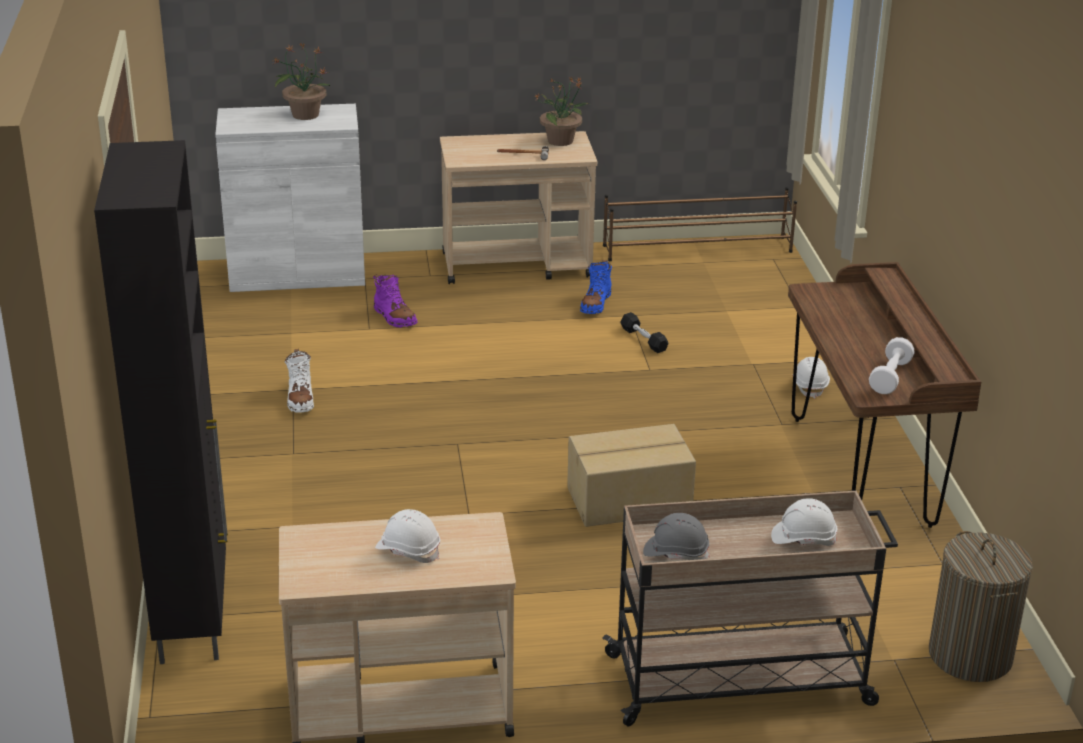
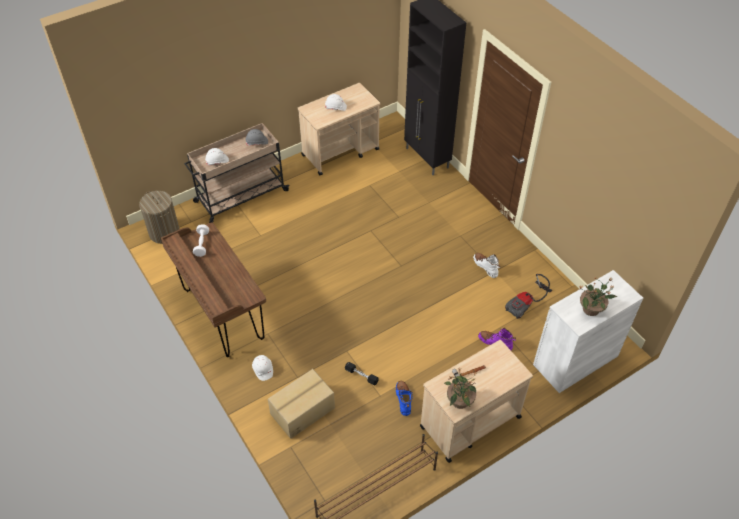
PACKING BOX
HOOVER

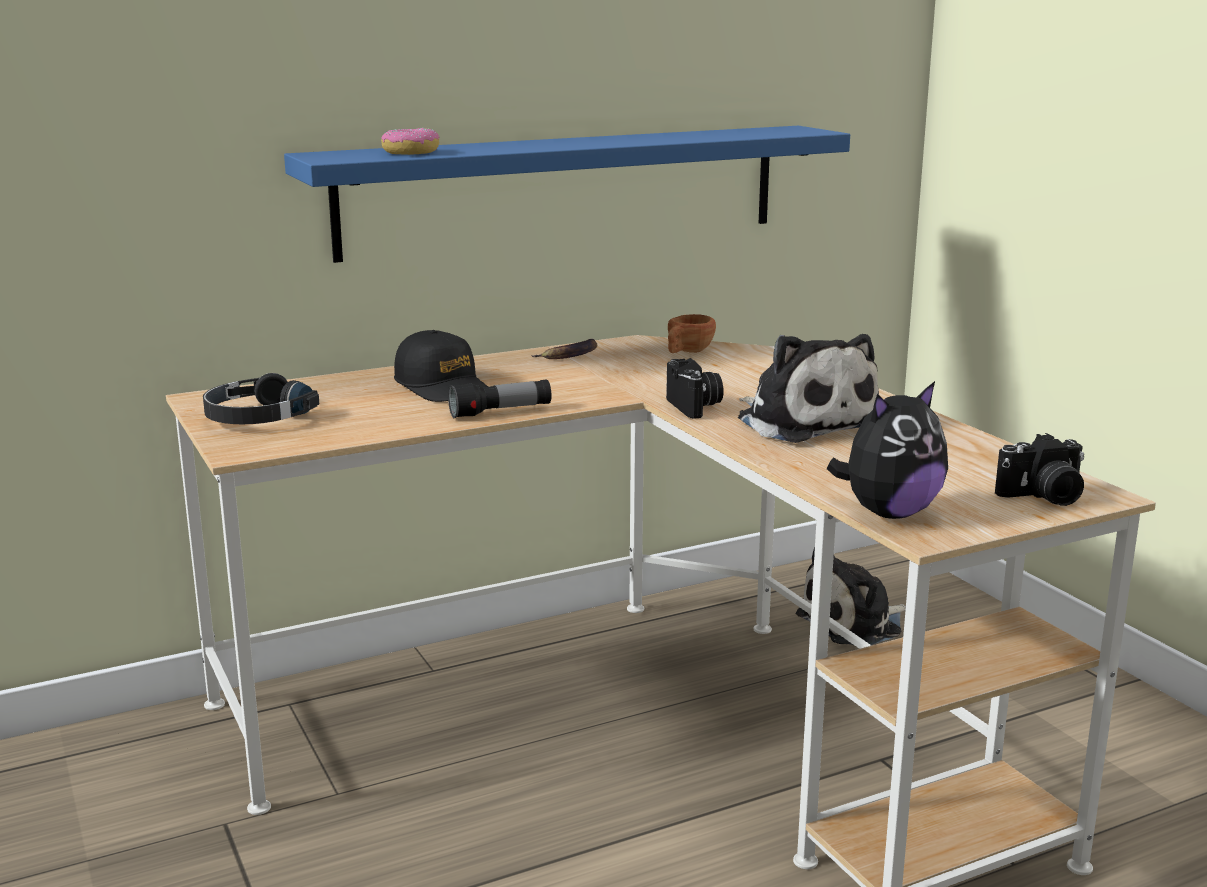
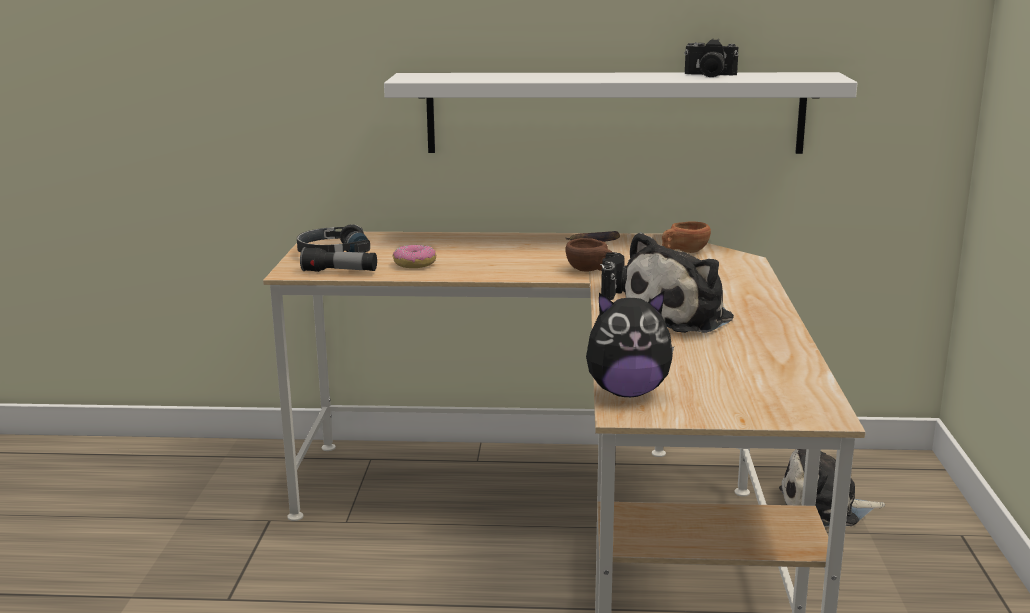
WHITE SHELF
DOUGHNUT
BLACK-COLOURED PEAKED CAP
TORCH
PLUSH TOY (no. 2 from left)
PHOTO CAMERA (no. 2 from left)
BROWNISH SMALL CUP (no. 1 from left)

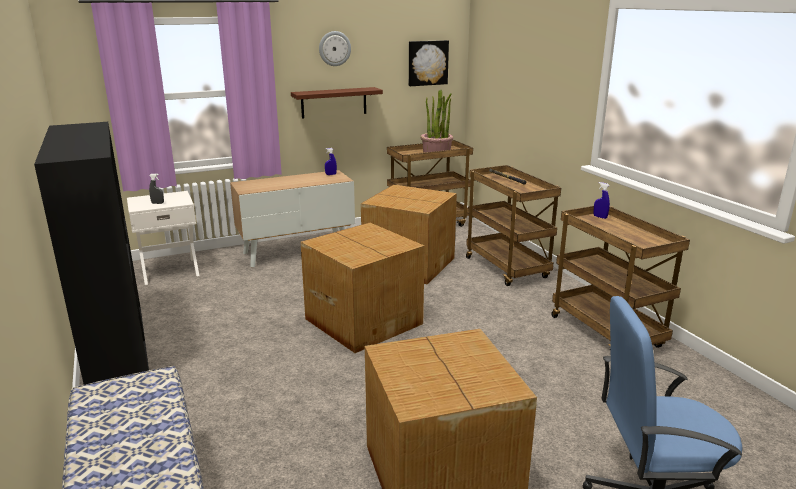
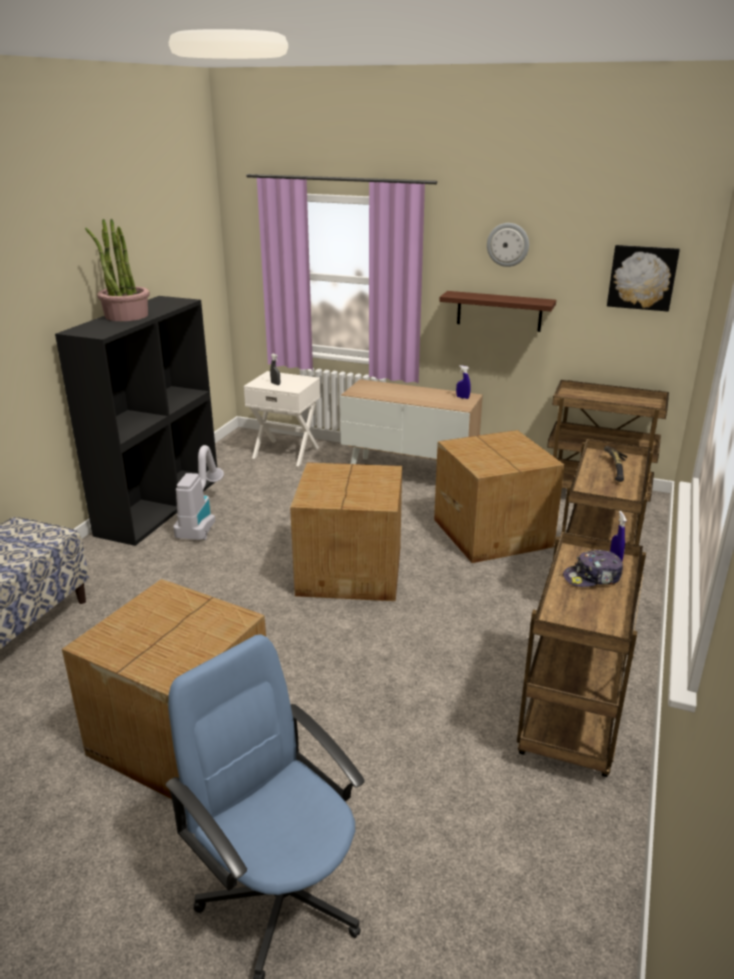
HOUSEPLANT
HOOVER
PEAKED CAP

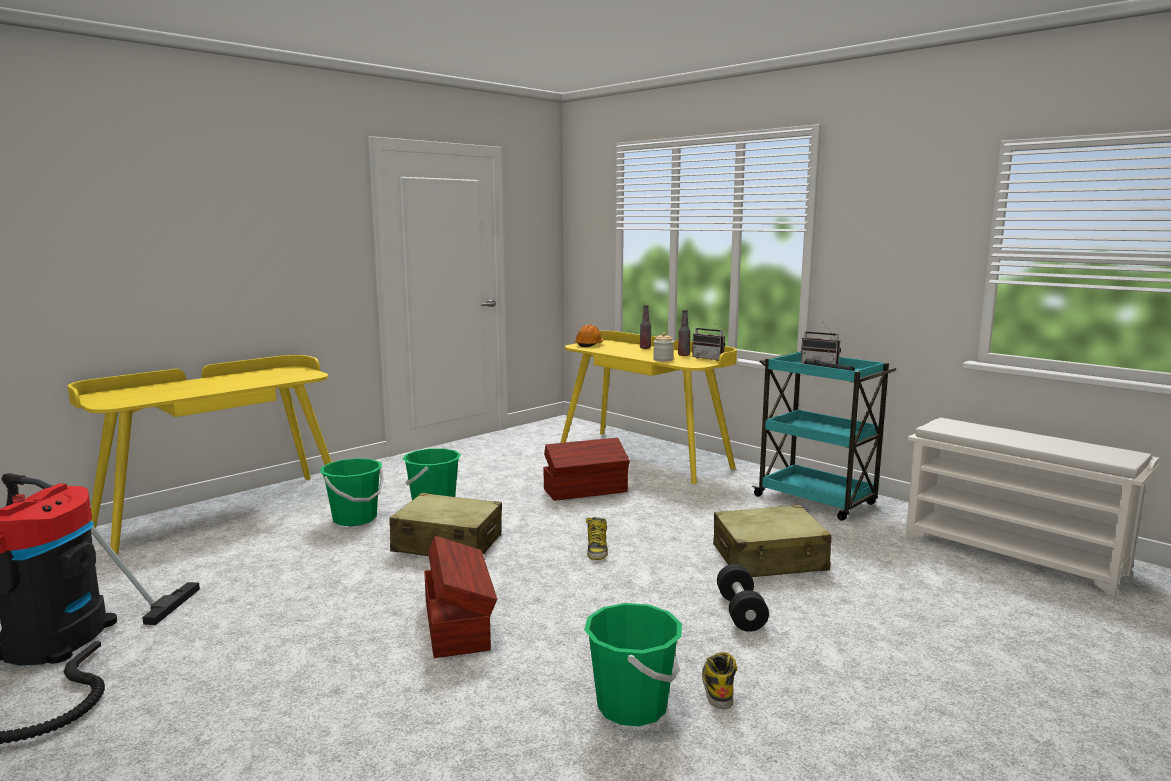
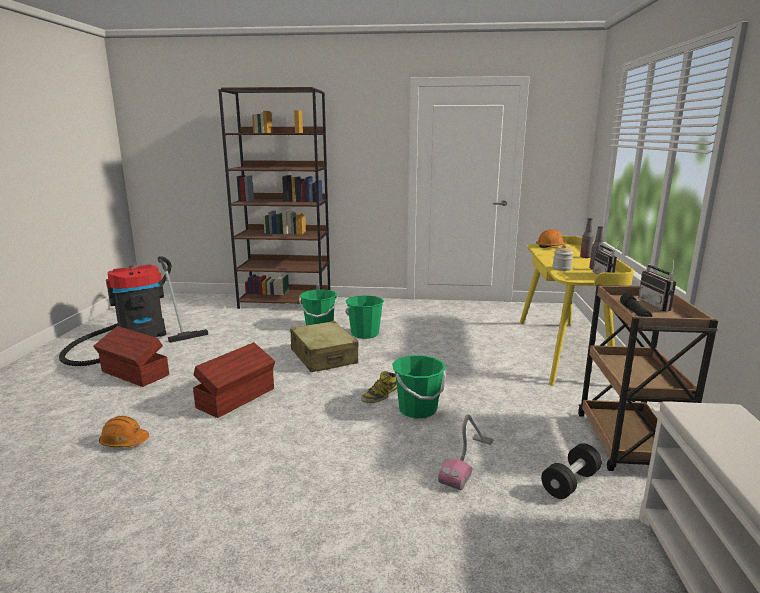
BROWNISH BOOKSHELF
BROWNISH STORAGE BIN (no. 1 from left)
GREENISH BUCKET (no. 3 from left)
TALL BOOT (no. 2 from left in the first image)
HOOVER (no. 2 from left)
BLACK-COLOURED FREE WEIGHT
BROWNISH CART
ORANGE WORK HELMET (no. 1 from left)

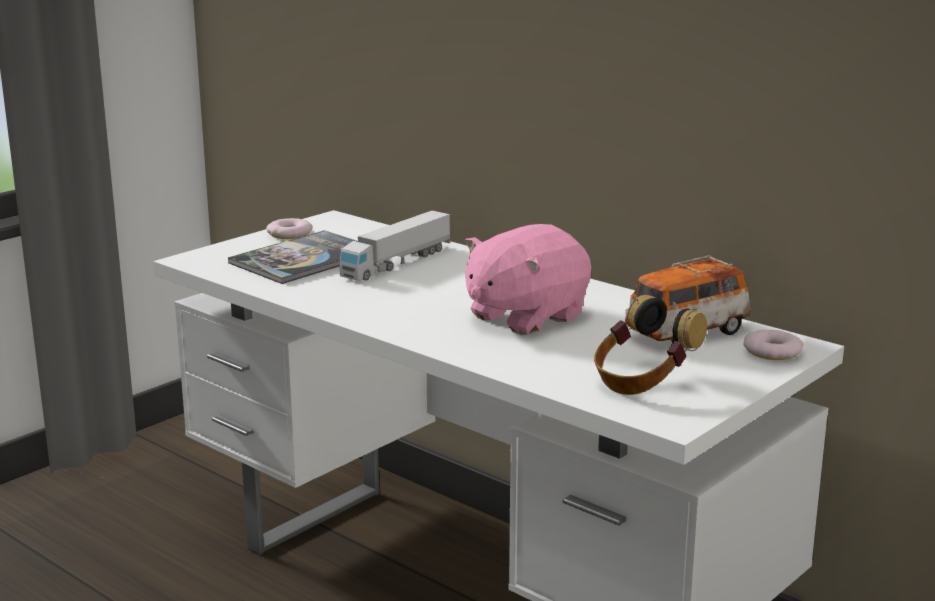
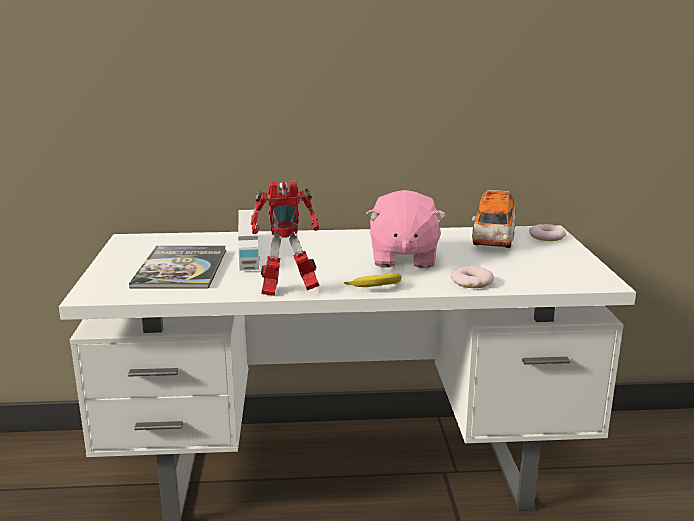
DOUGHNUT (no. 1 from left)
HEADPHONES
MODEL ROBOT
BANANA FRUIT

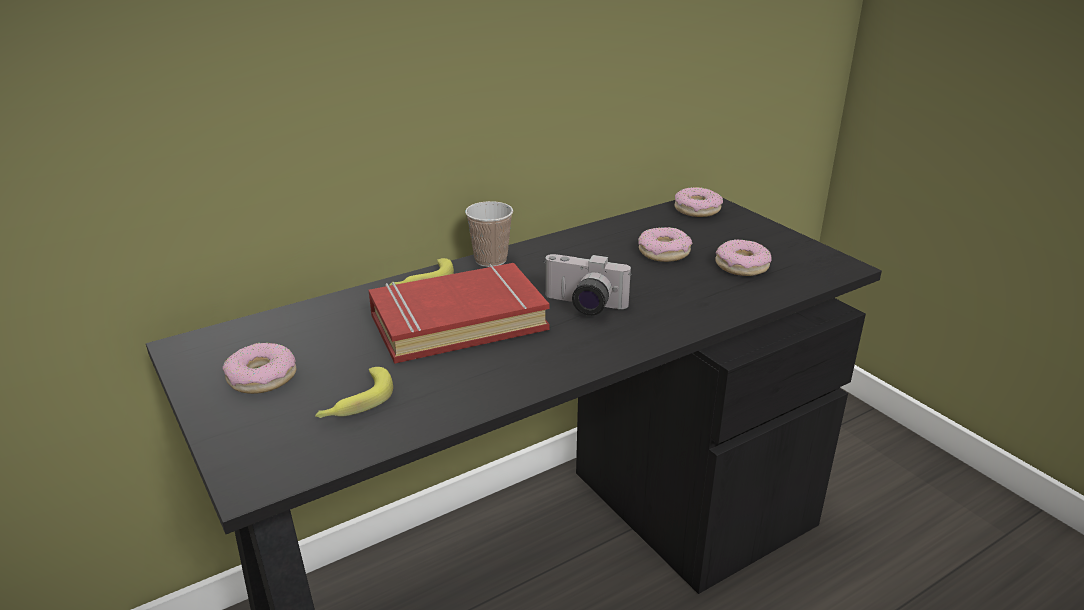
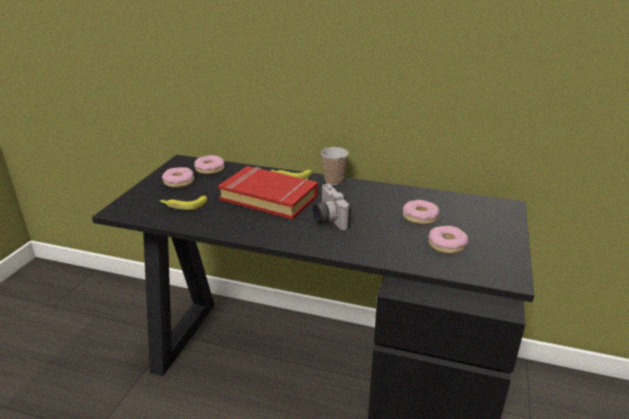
DOUGHNUT (no. 2 from left)

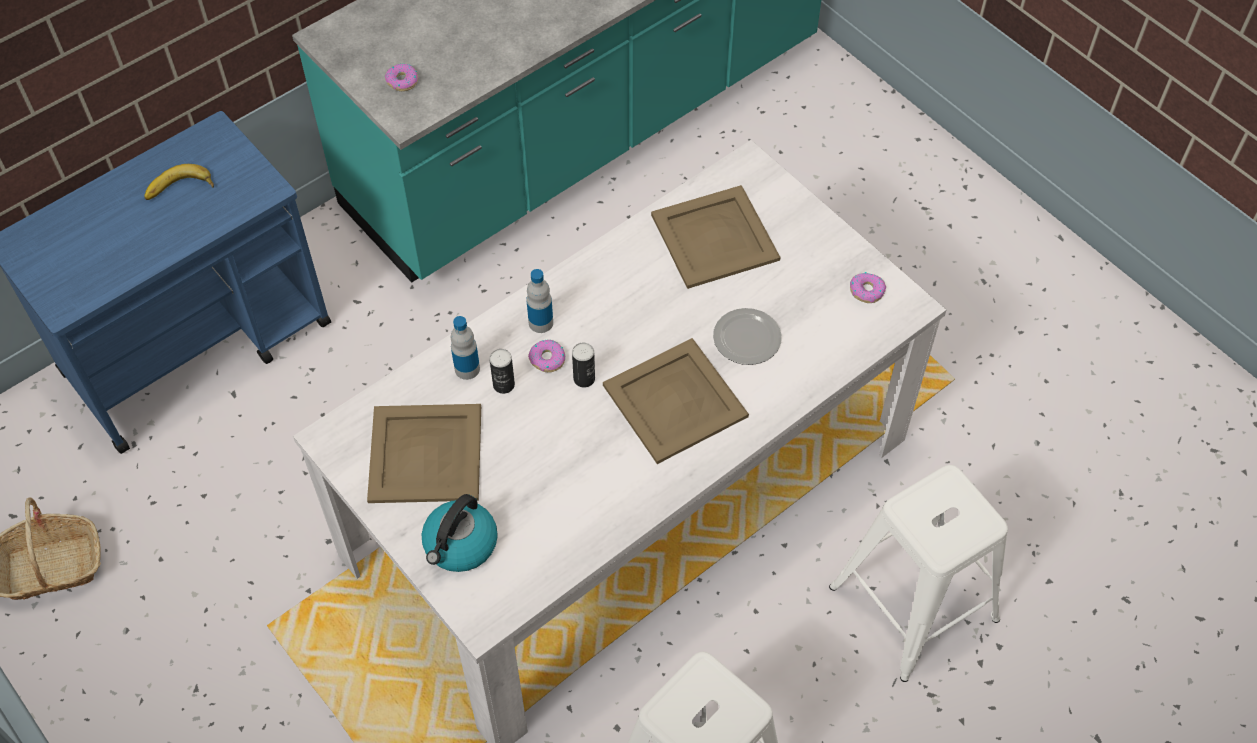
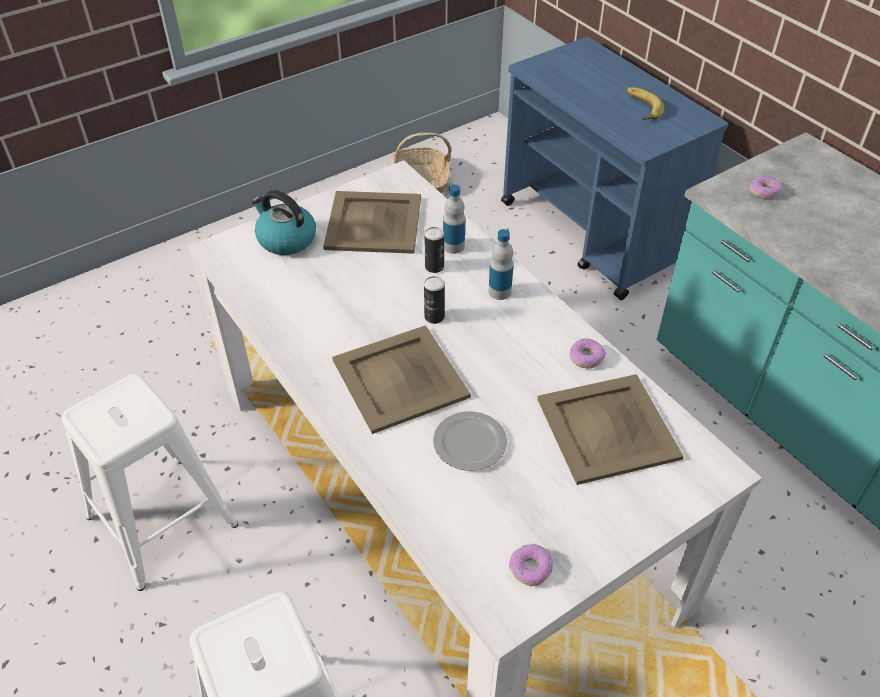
DOUGHNUT (no. 2 from left)

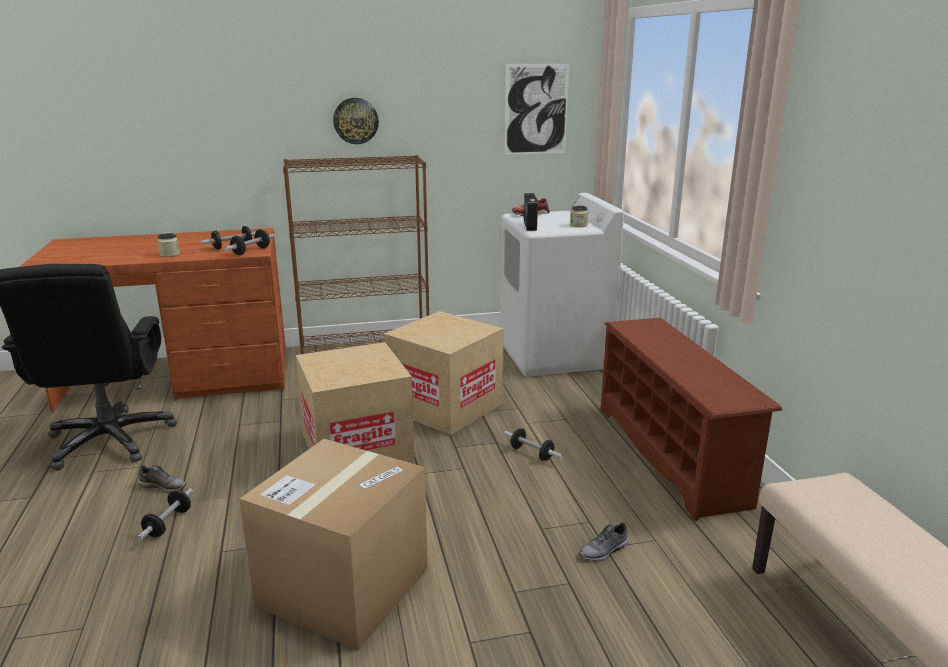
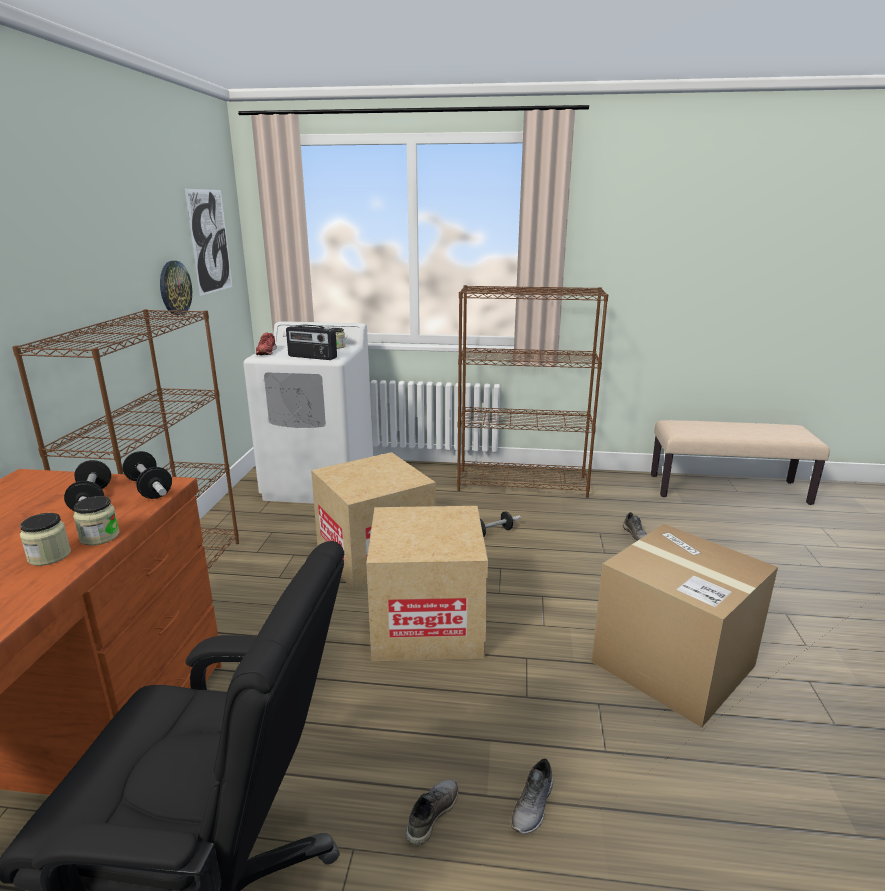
GREY LOW SHOE (no. 2 from left)
HANGING CLOCK
BROWNISH BOOKSHELF (no. 2 from left)
PRESERVE JAR (no. 2 from left)

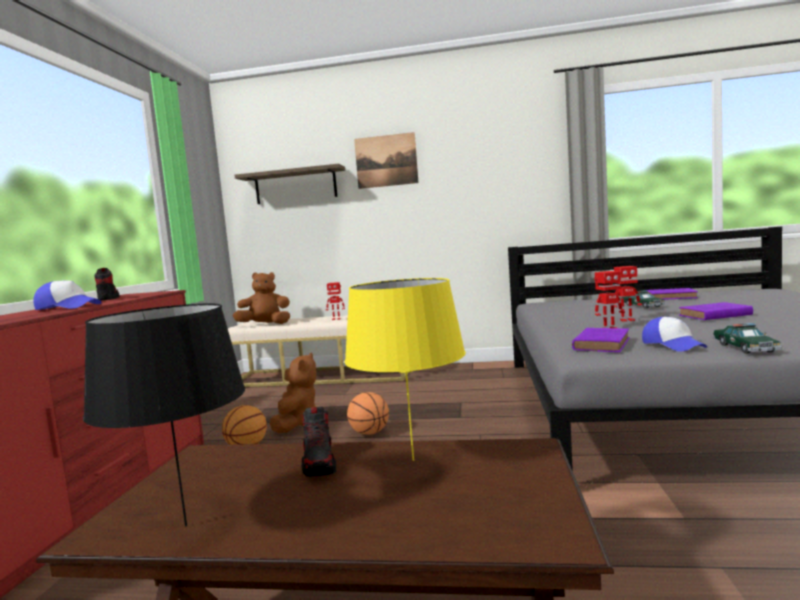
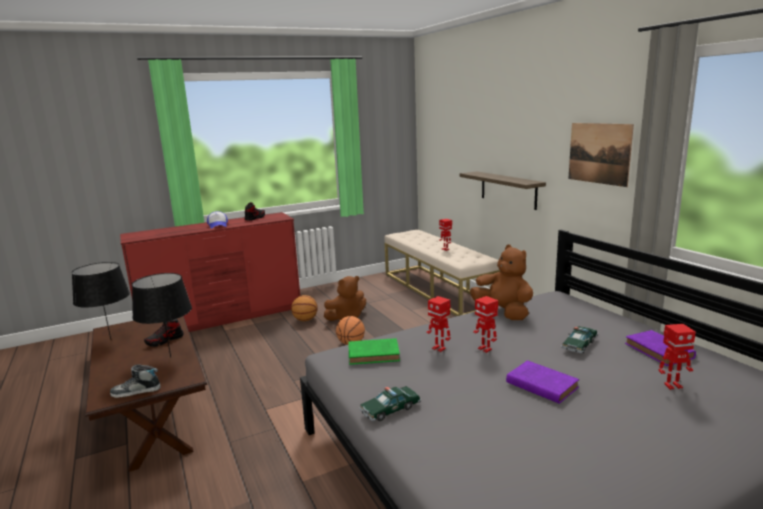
BROWNISH PLUSH TOY (no. 2 from left)
SHELF
BLACK-COLOURED TABLE LAMP (no. 2 from left)
WALL ART
GREENISH VOLUME
PEAKED CAP (no. 2 from left in the first image)
LOW SHOE (no. 1 from left)
MODEL ROBOT (no. 4 from left)

